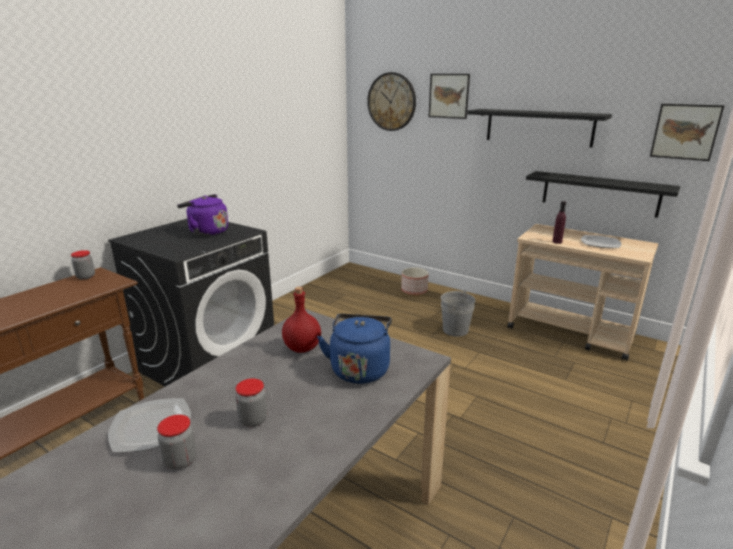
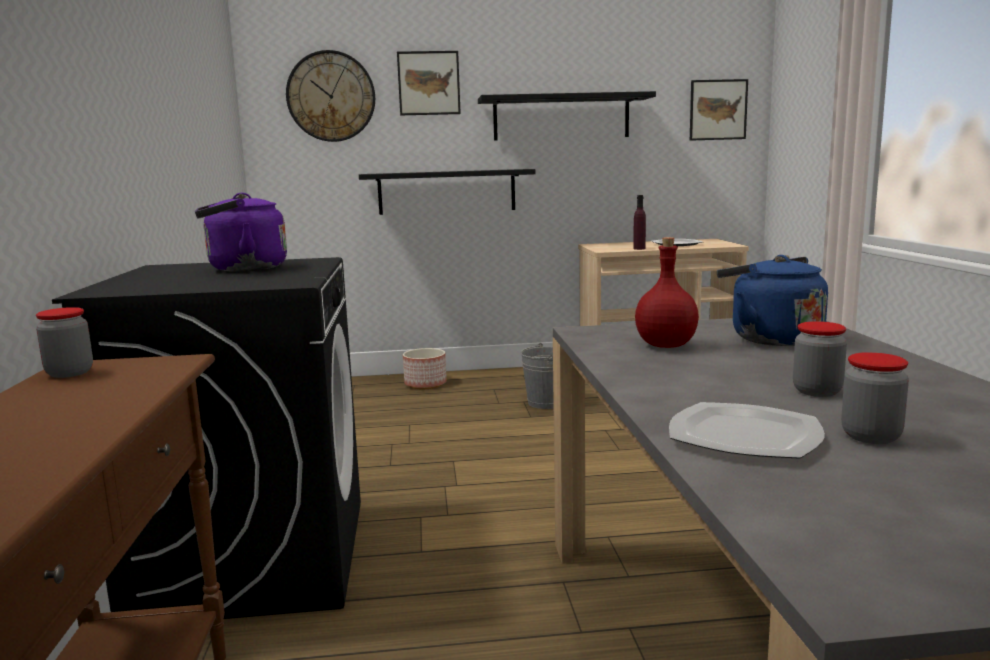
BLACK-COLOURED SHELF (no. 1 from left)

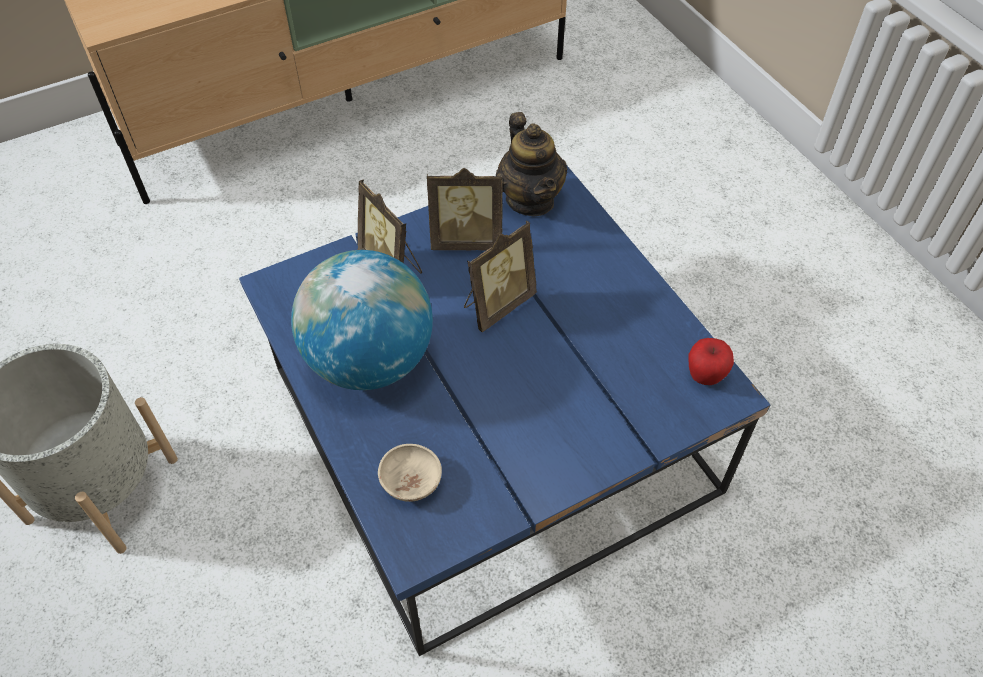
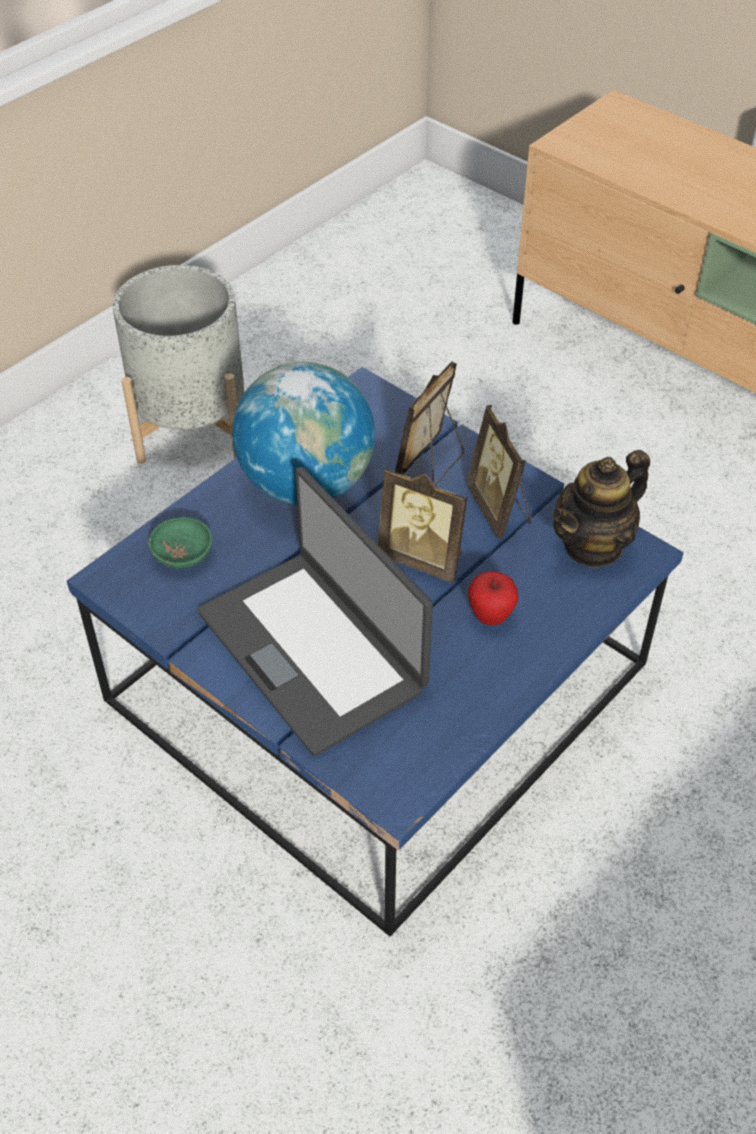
GREENISH DEEP DISH
APPLE FRUIT
LAPTOP

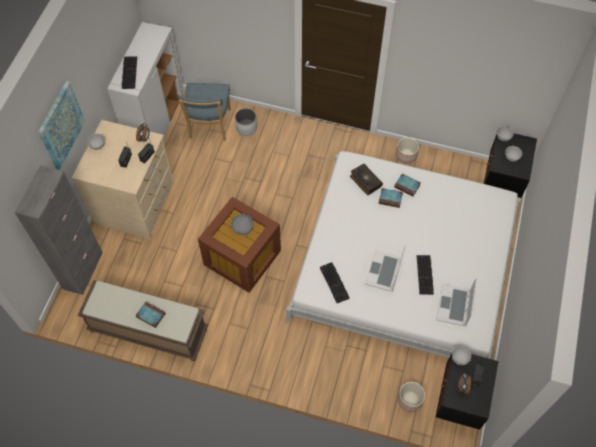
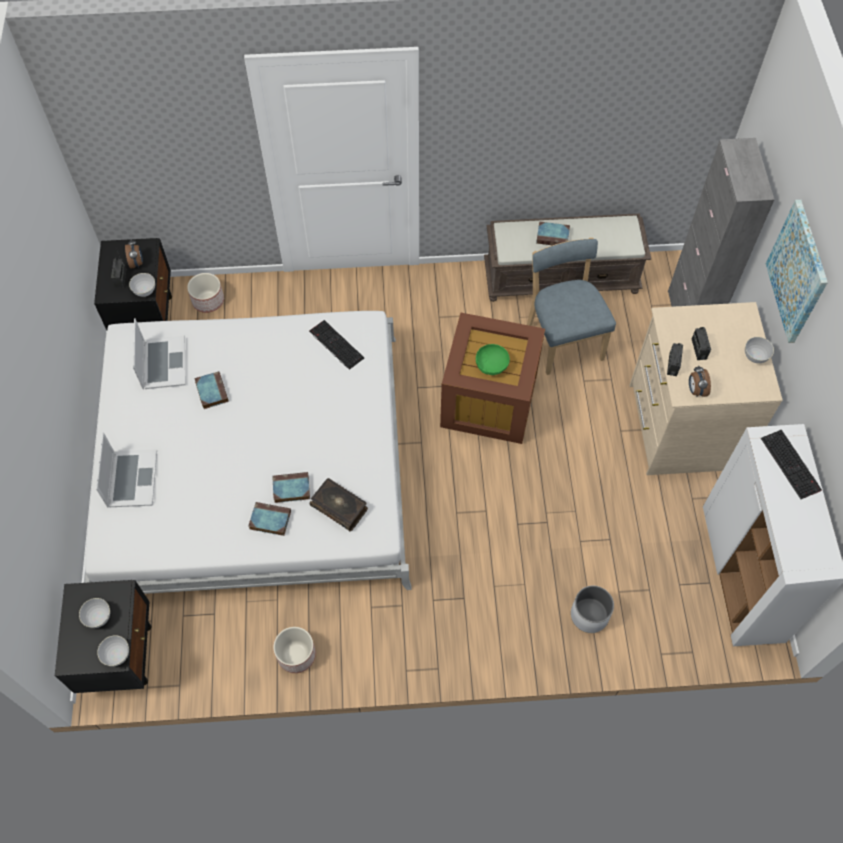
BLUE PLAIN CHAIR
GREENISH DEEP DISH
LAPTOP (no. 1 from left)
VOLUME (no. 1 from left)

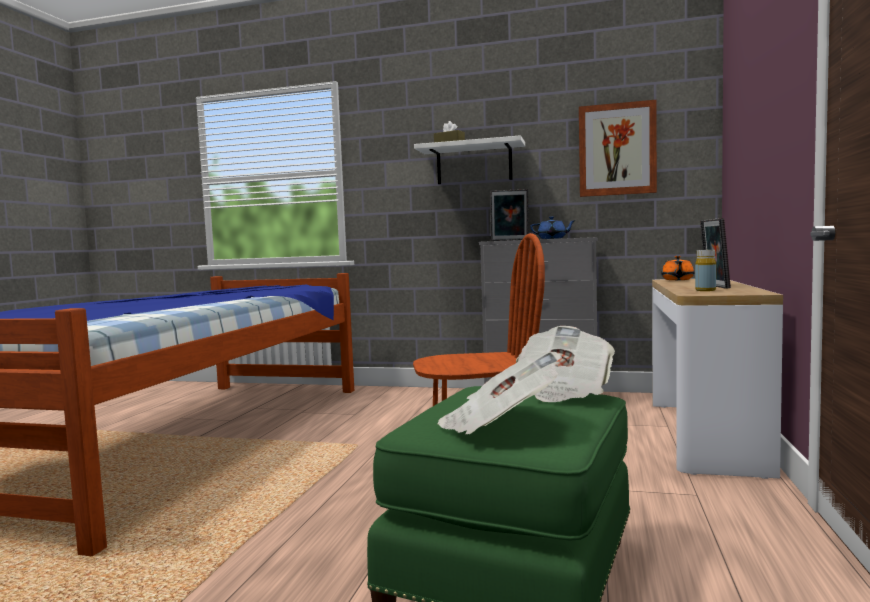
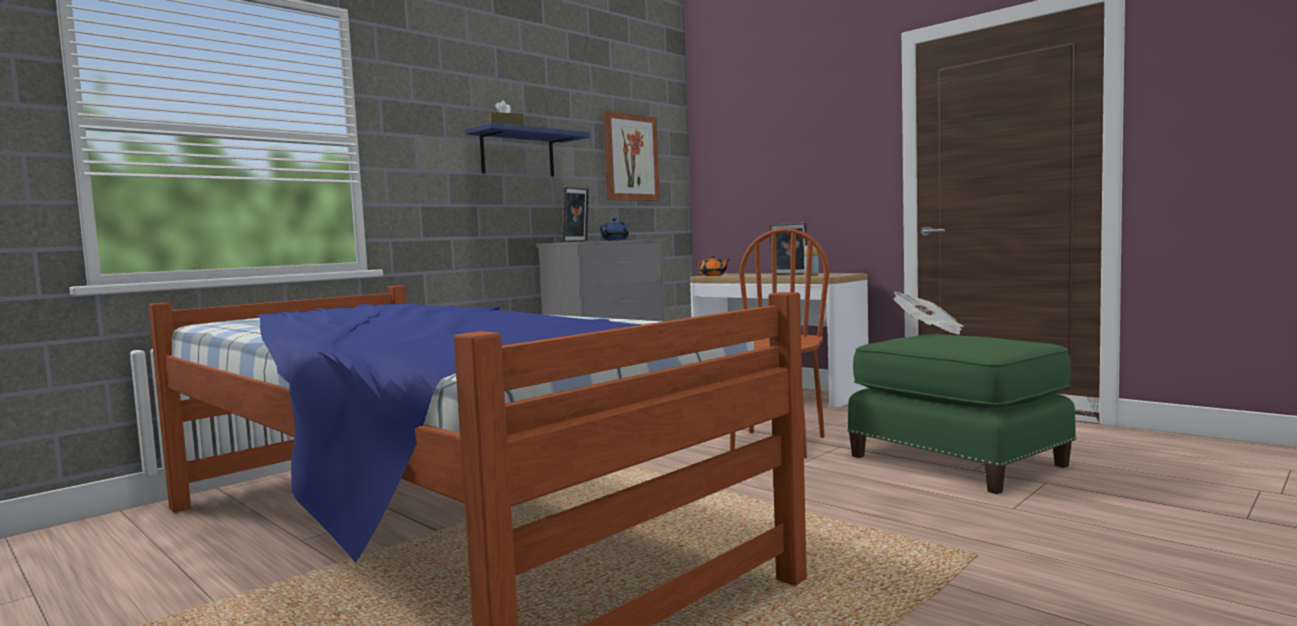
BLUE SHELF
PRINTED PAPER (no. 1 from left in the first image)

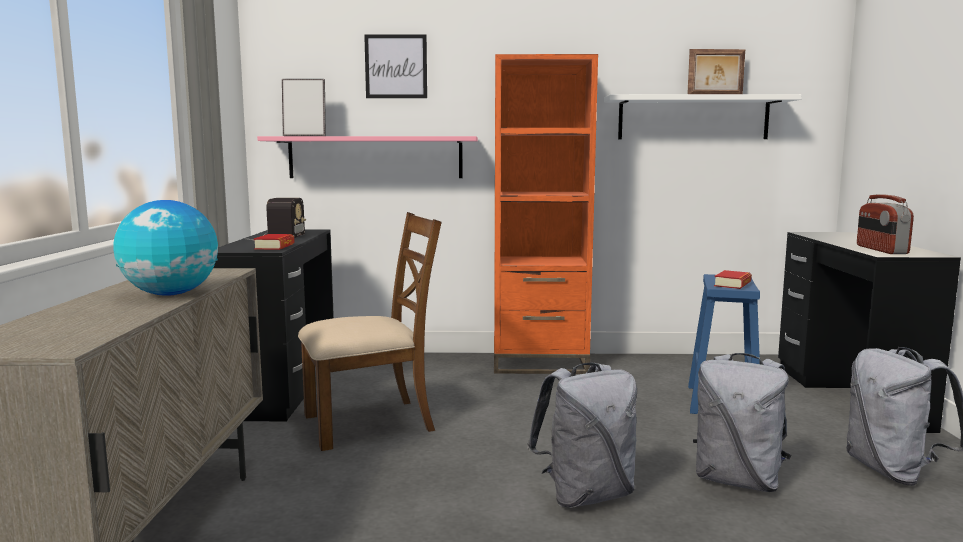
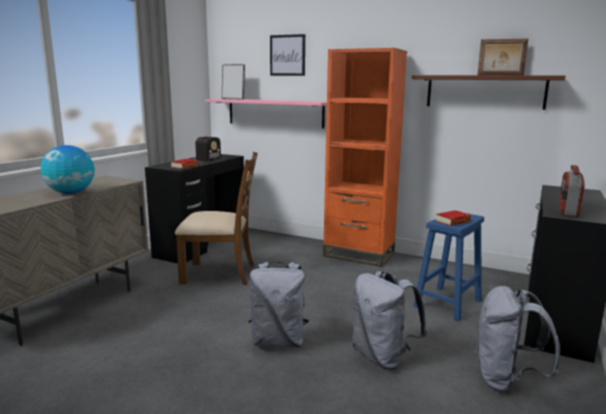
BROWNISH SHELF

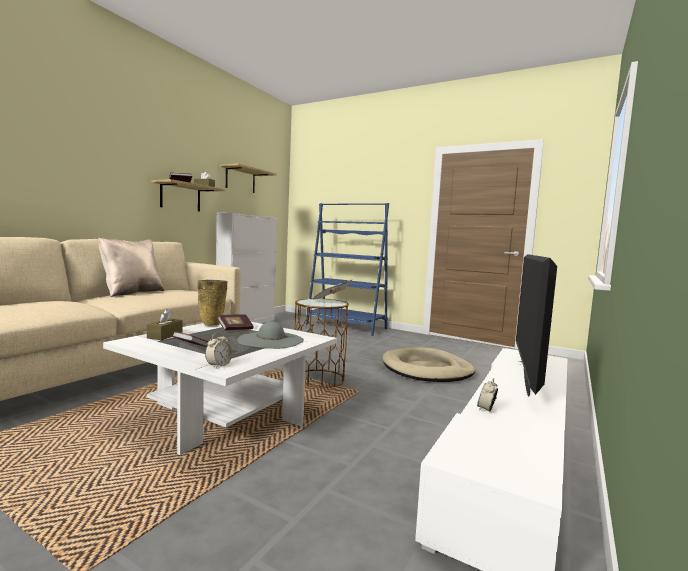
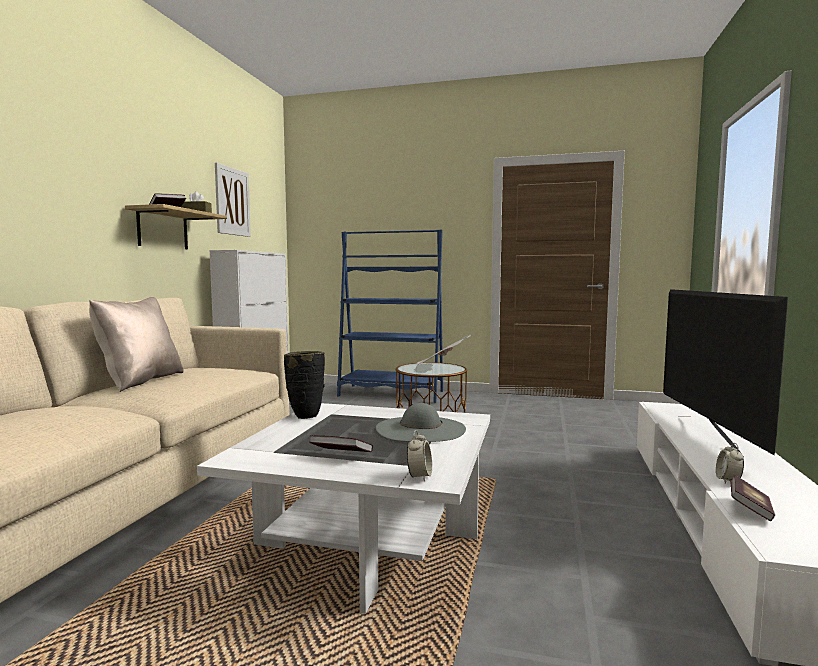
BROWNISH TISSUE BOX (no. 1 from left in the first image)
BLACK-COLOURED VASE
VOLUME (no. 3 from left)
WALL ART
BEIGE-COLOURED DOG CUSHION

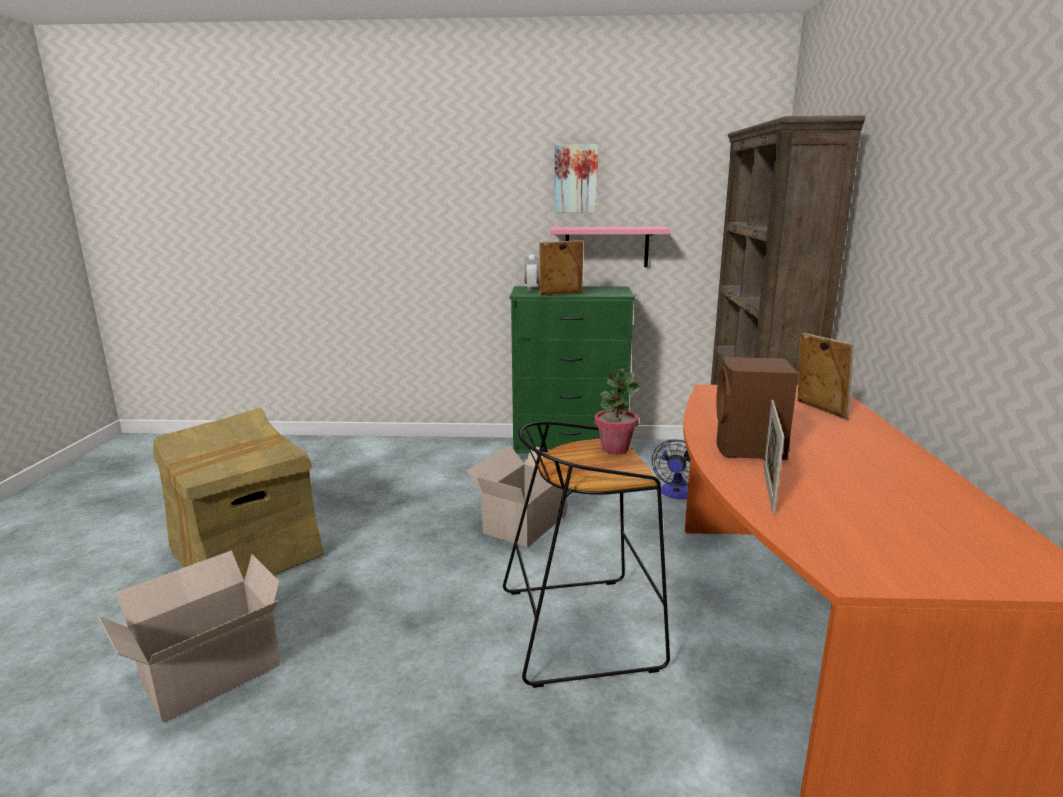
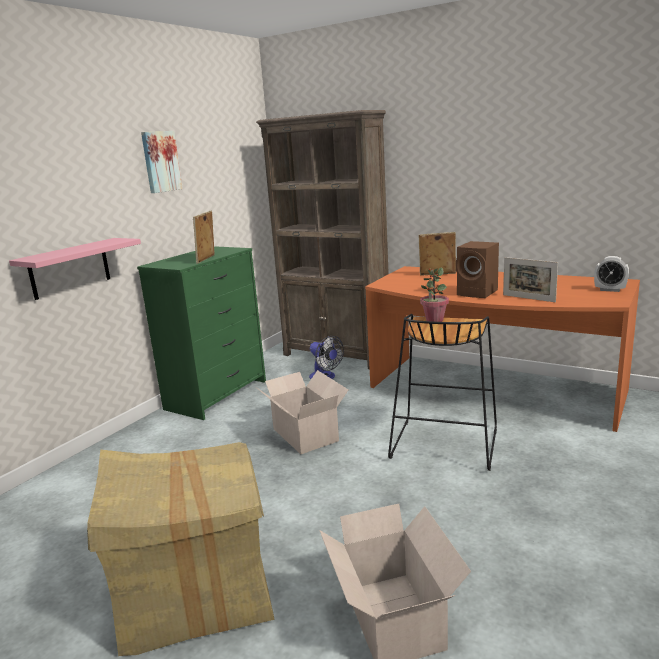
BEDSIDE CLOCK
PINK-COLOURED SHELF

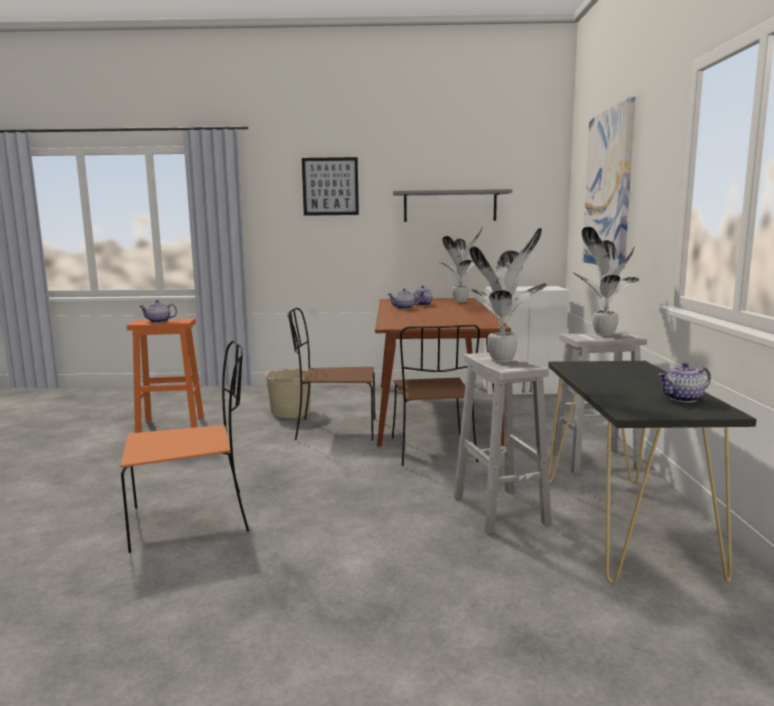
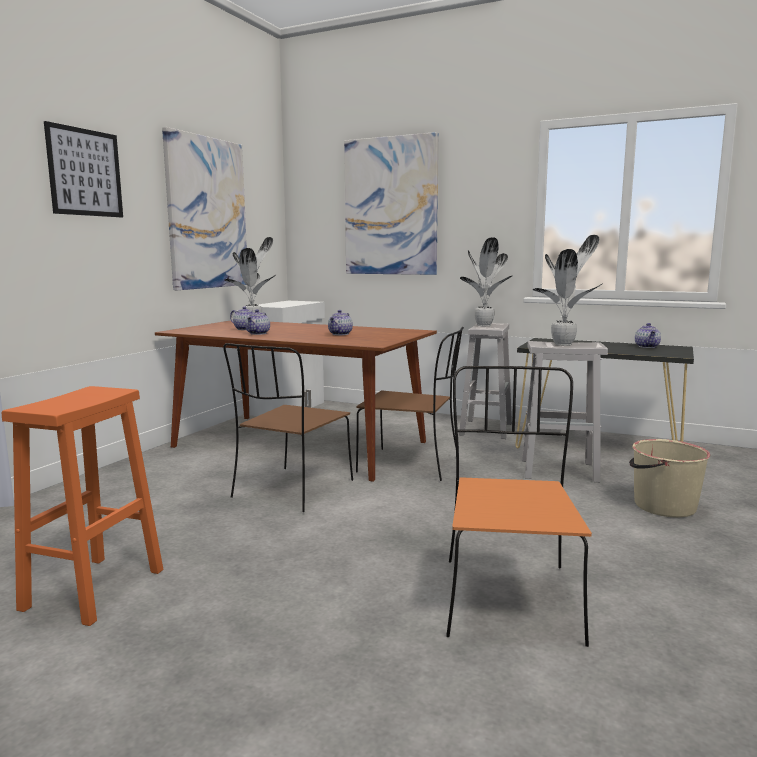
POT FOR TEA (no. 3 from left)
BEIGE-COLOURED BUCKET
WALL ART (no. 2 from left)

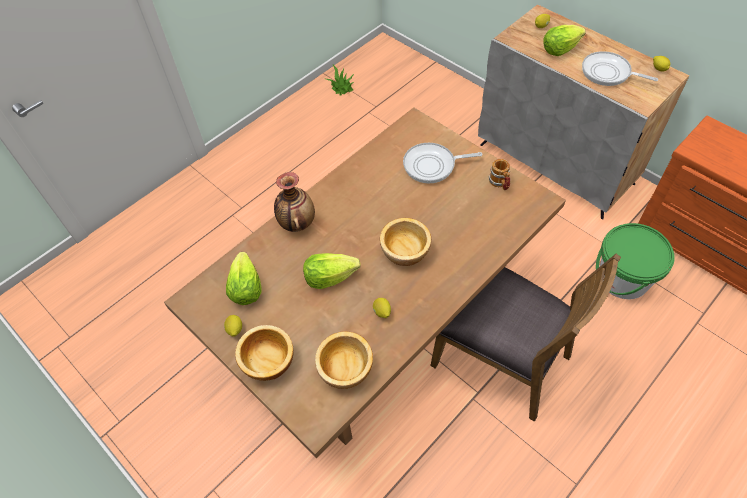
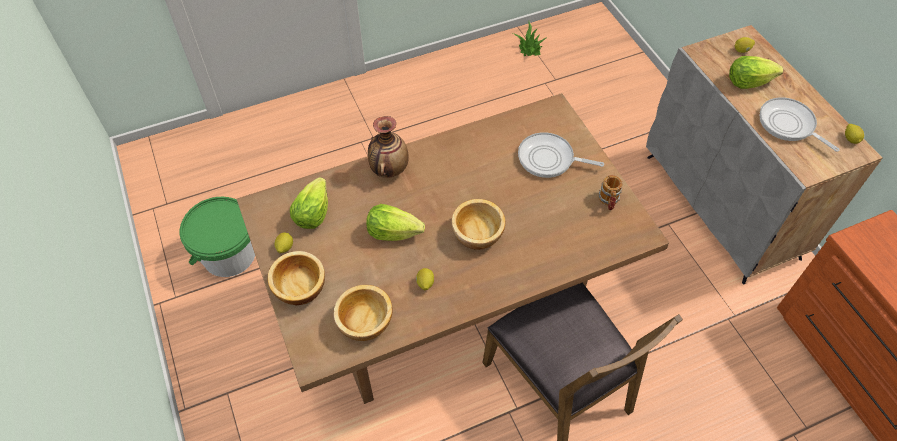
GREENISH BUCKET

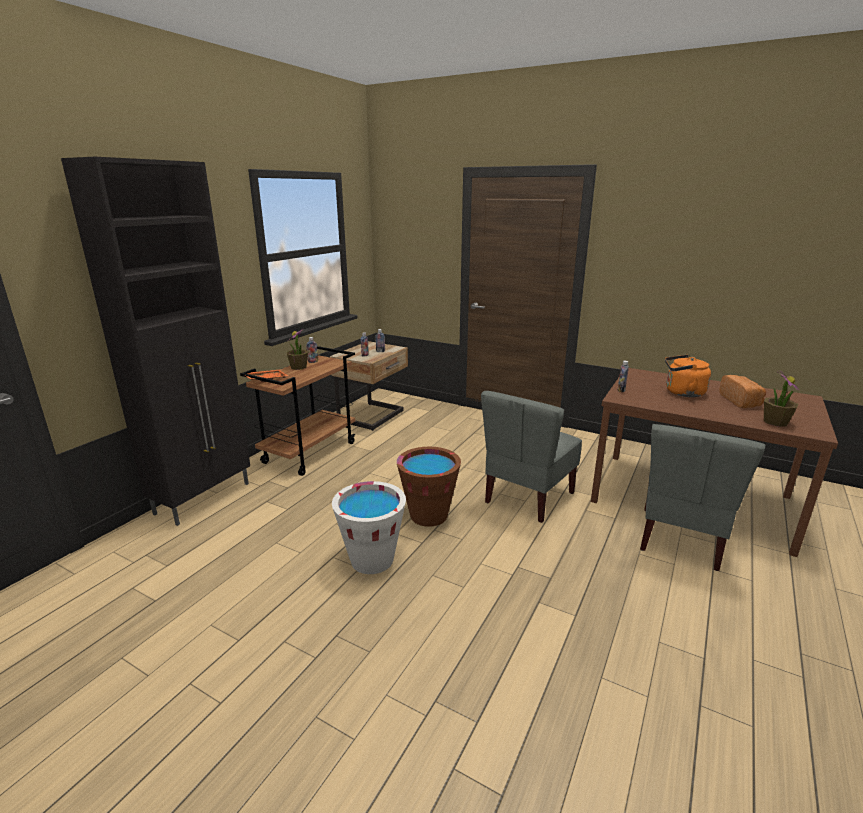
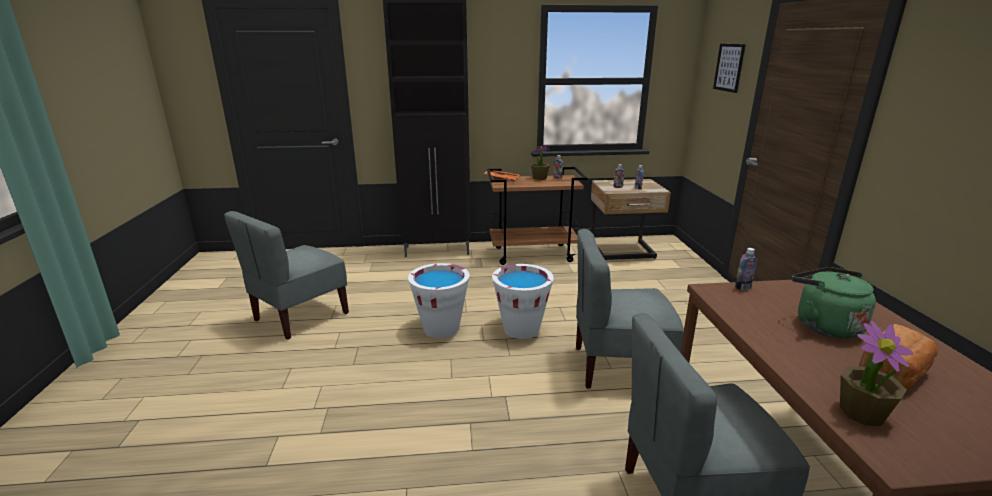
WHITE BUCKET (no. 2 from left)
GREENISH WATER KETTLE
GREY PLAIN CHAIR (no. 1 from left)
WALL ART

